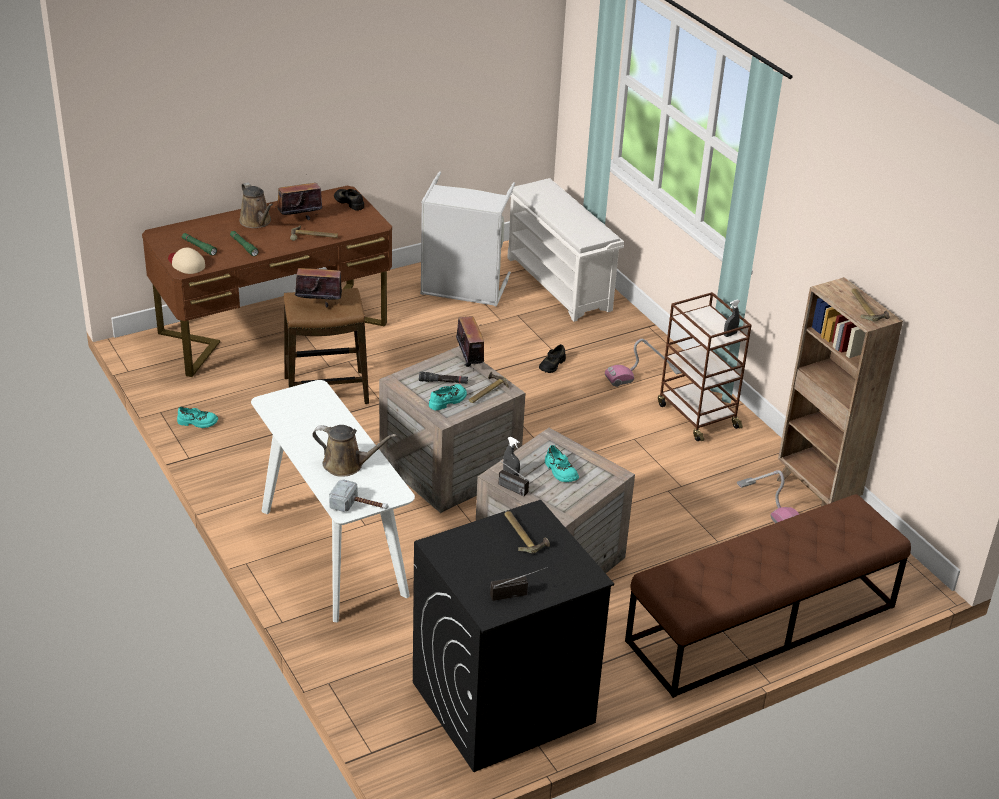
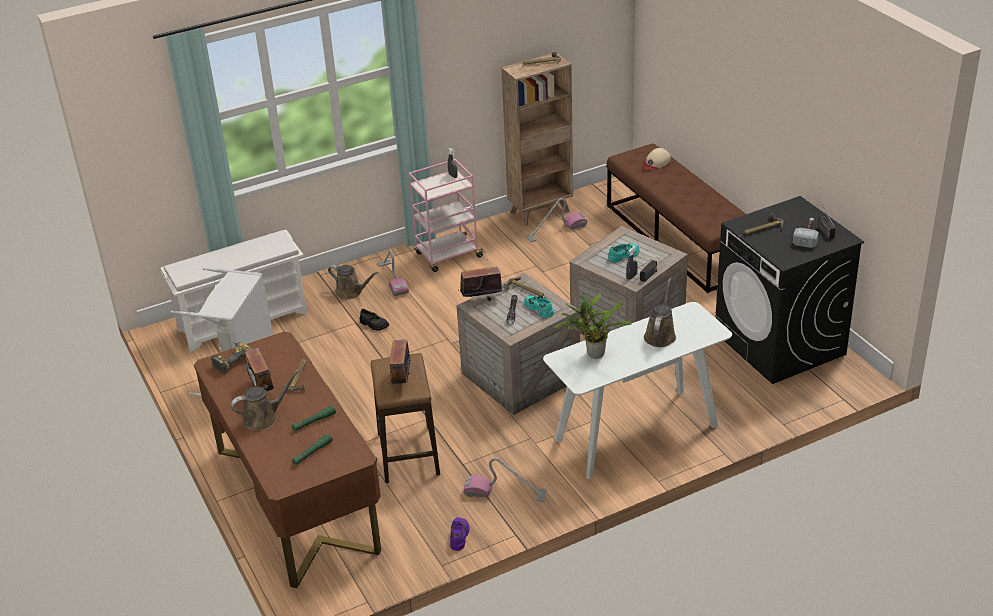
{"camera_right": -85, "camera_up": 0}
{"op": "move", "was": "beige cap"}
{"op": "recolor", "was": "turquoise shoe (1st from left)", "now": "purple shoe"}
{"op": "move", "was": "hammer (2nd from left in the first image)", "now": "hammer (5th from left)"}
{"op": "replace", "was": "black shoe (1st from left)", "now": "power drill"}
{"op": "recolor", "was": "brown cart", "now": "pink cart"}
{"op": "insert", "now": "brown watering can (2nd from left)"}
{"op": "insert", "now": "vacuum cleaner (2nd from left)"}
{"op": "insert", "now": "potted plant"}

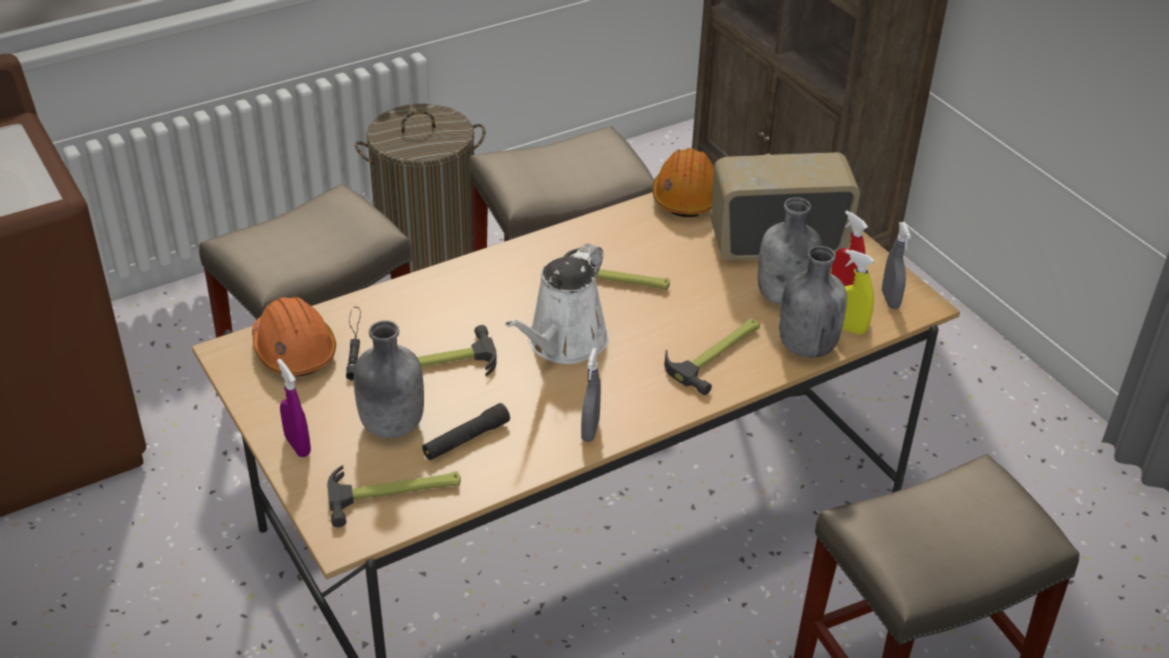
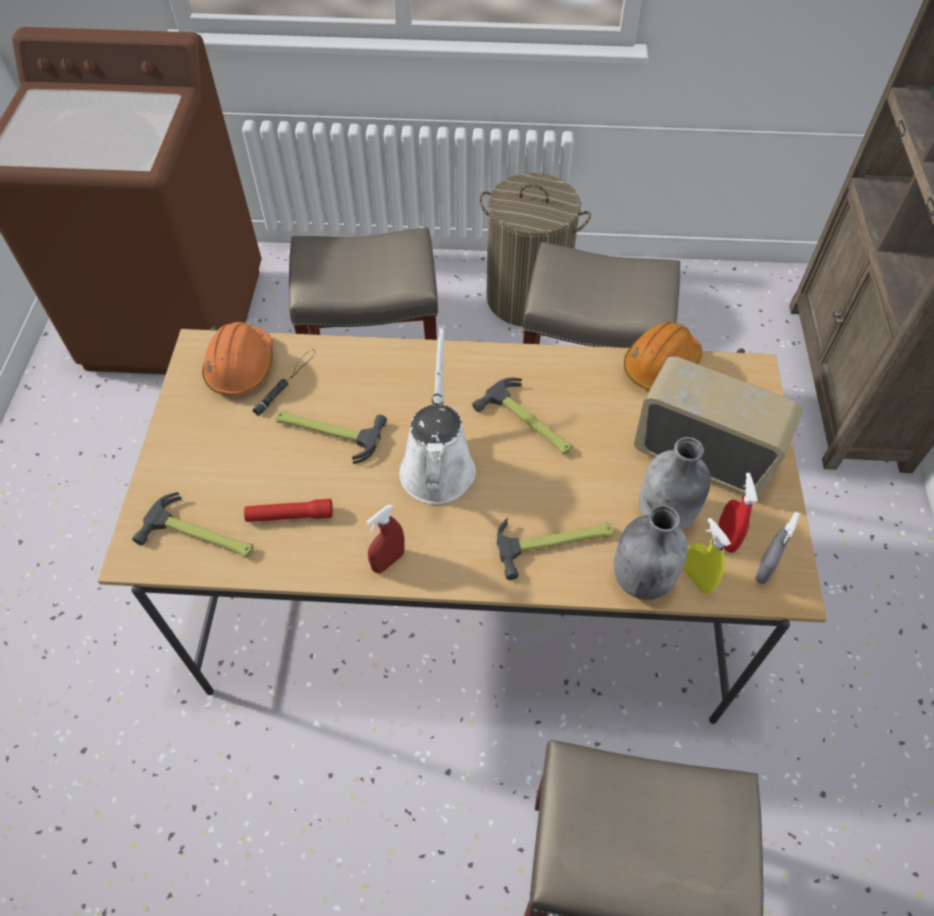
{"camera_right": 35, "camera_up": 15}
{"op": "delete", "was": "purple spray bottle"}
{"op": "delete", "was": "grey bottle (1st from left)"}
{"op": "recolor", "was": "black flashlight (2nd from left)", "now": "red flashlight"}
{"op": "rotate", "was": "white watering can", "clockwise": 120}
{"op": "recolor", "was": "grey spray bottle (1st from left)", "now": "red spray bottle (1st from left)"}

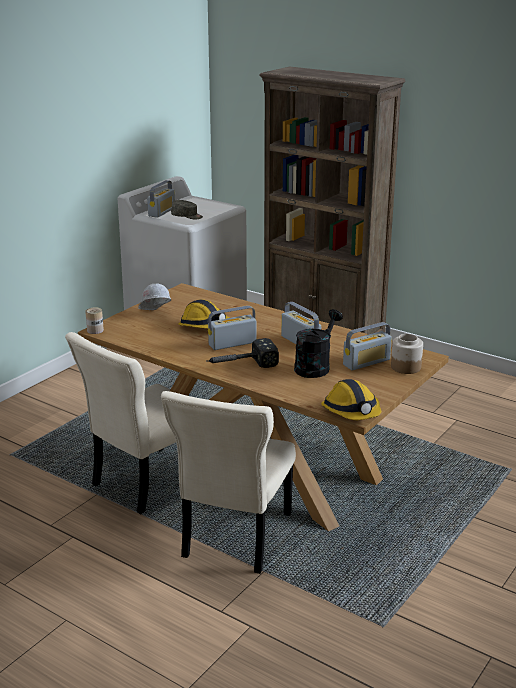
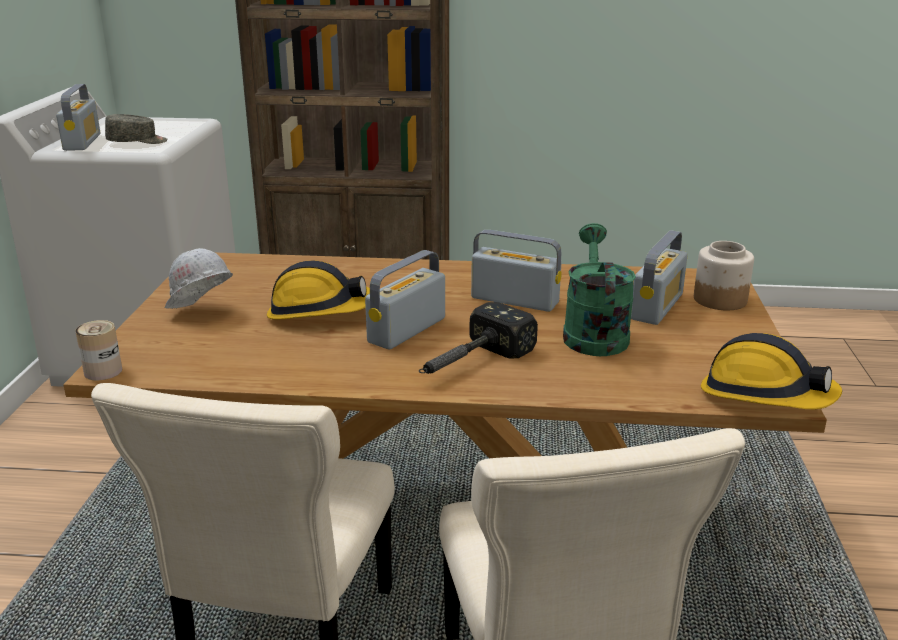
{"camera_right": -30, "camera_up": 0}
{"op": "recolor", "was": "black watering can", "now": "green watering can"}

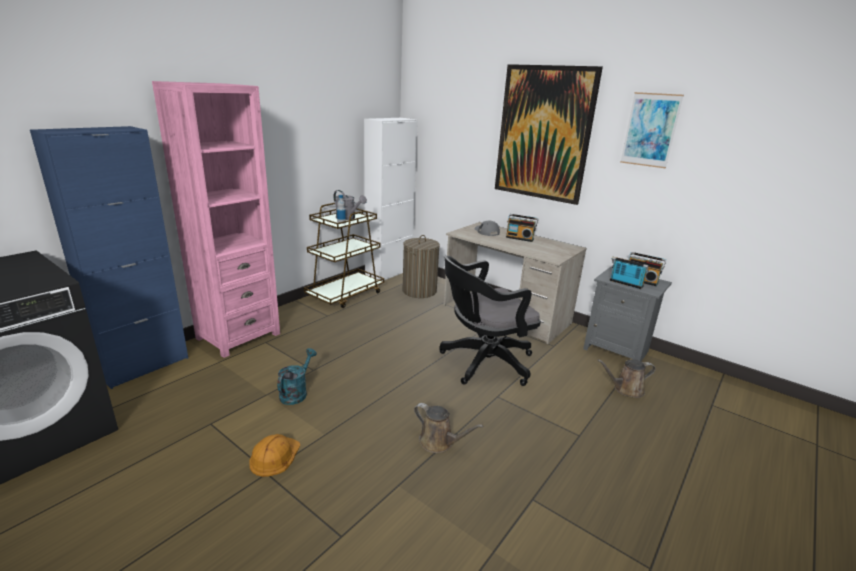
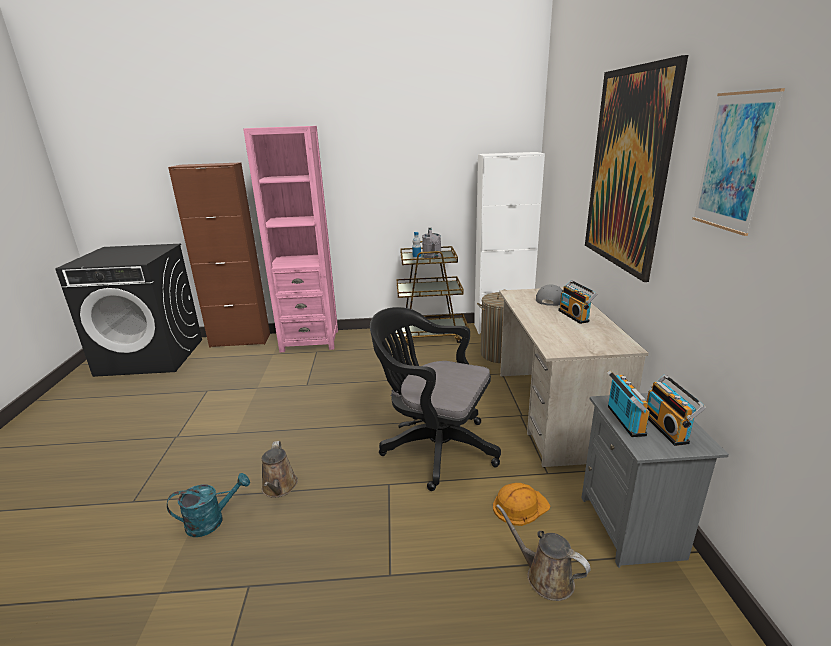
{"camera_right": 50, "camera_up": 0}
{"op": "recolor", "was": "blue cabinet", "now": "brown cabinet"}
{"op": "move", "was": "orange hard hat"}
{"op": "move", "was": "turquoise watering can"}

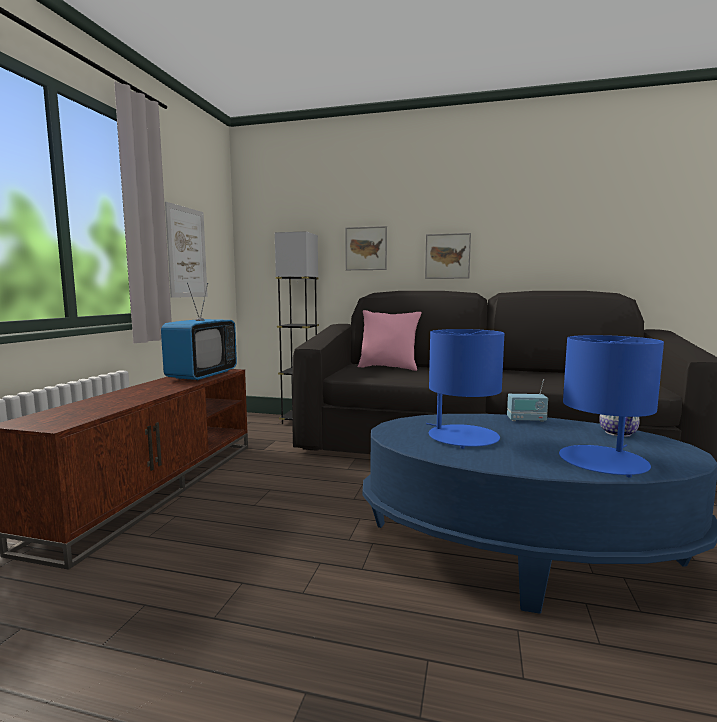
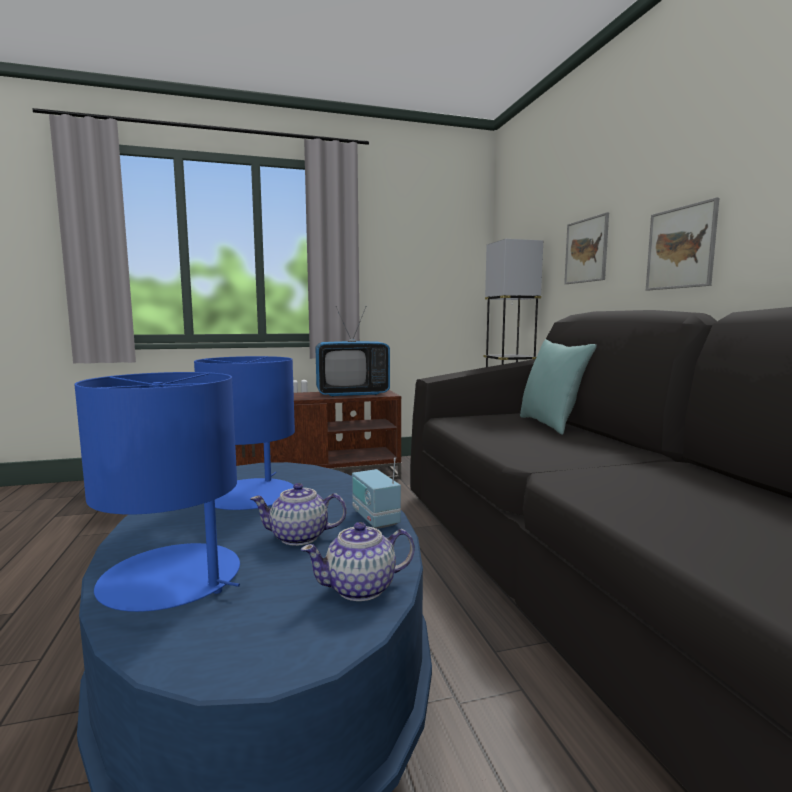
{"camera_right": 60, "camera_up": 0}
{"op": "delete", "was": "picture (1st from left)"}
{"op": "recolor", "was": "pink pillow", "now": "turquoise pillow"}
{"op": "insert", "now": "teapot (1st from left)"}

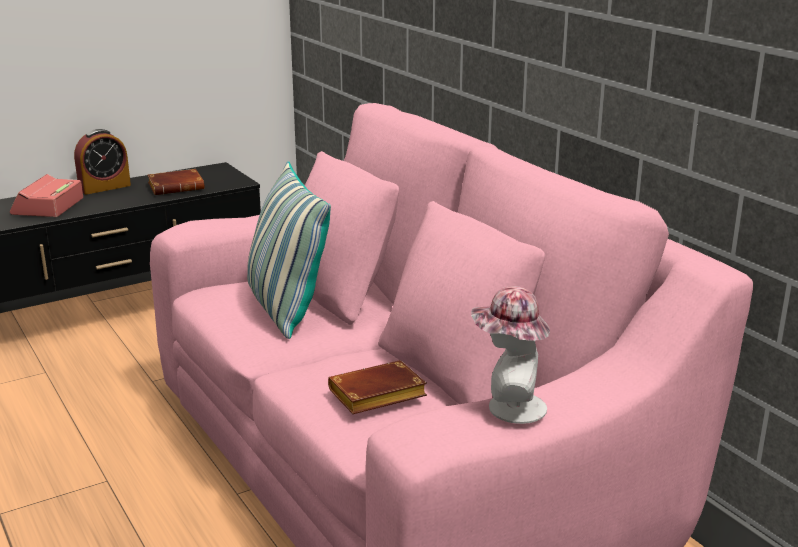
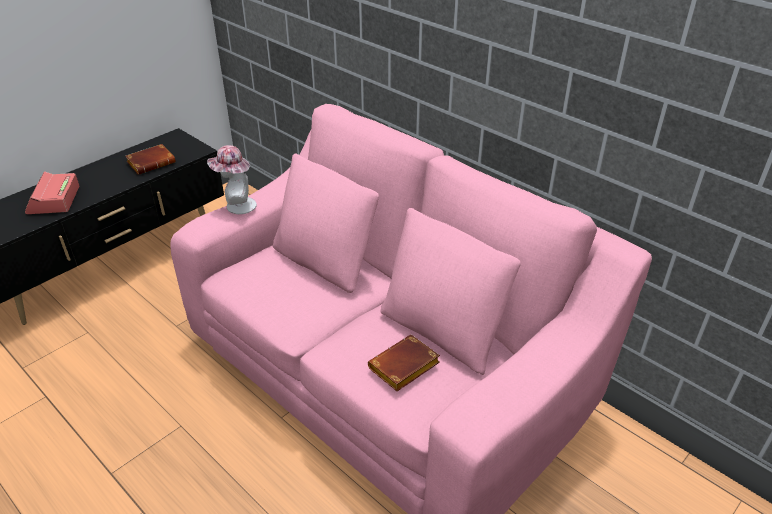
{"camera_right": -15, "camera_up": 15}
{"op": "delete", "was": "alarm clock (2nd from left)"}
{"op": "delete", "was": "pillow"}
{"op": "move", "was": "hat"}

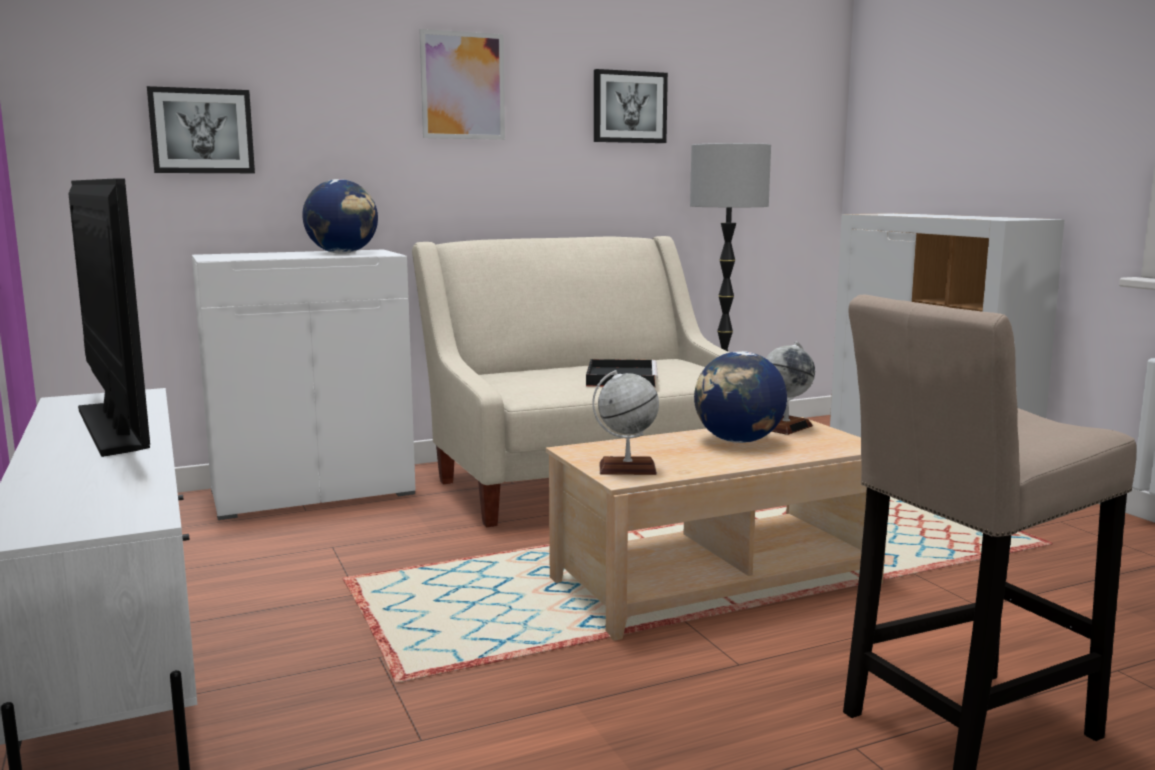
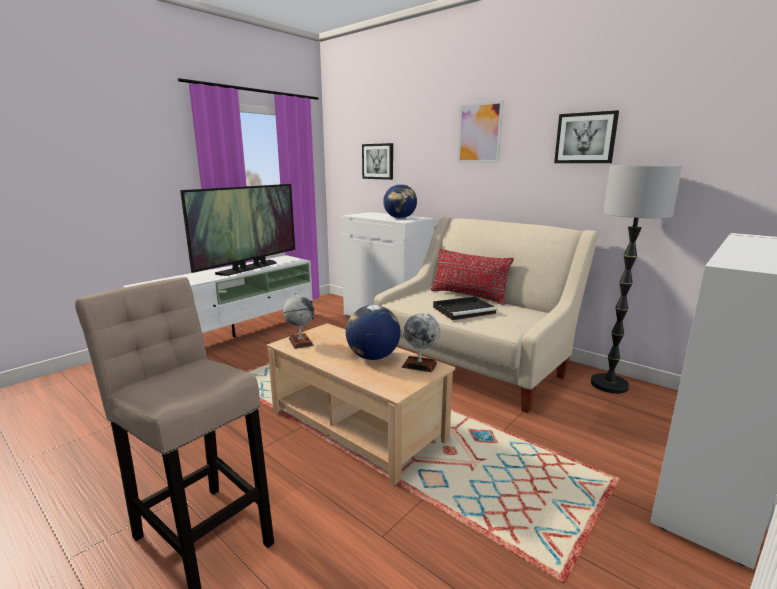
{"camera_right": 65, "camera_up": 5}
{"op": "insert", "now": "red pillow"}

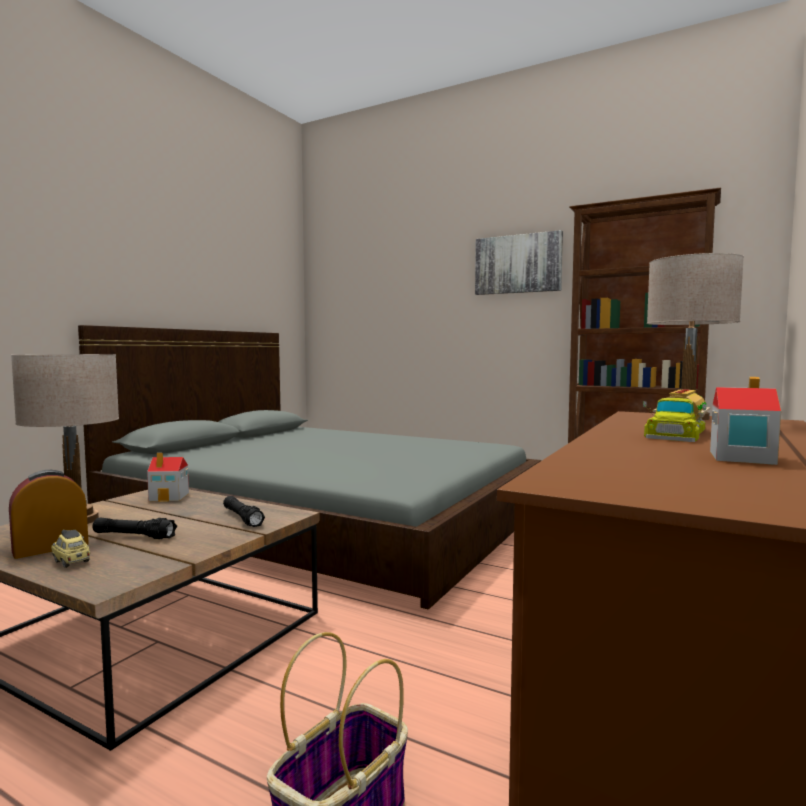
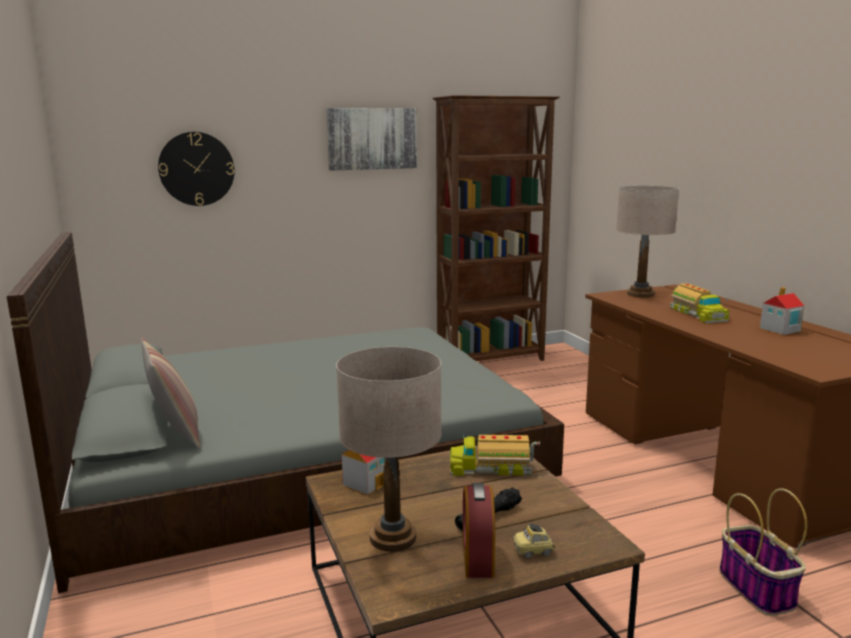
{"camera_right": -50, "camera_up": 10}
{"op": "replace", "was": "black flashlight (2nd from left)", "now": "toy truck (1st from left)"}
{"op": "insert", "now": "pillow"}
{"op": "insert", "now": "wall clock"}

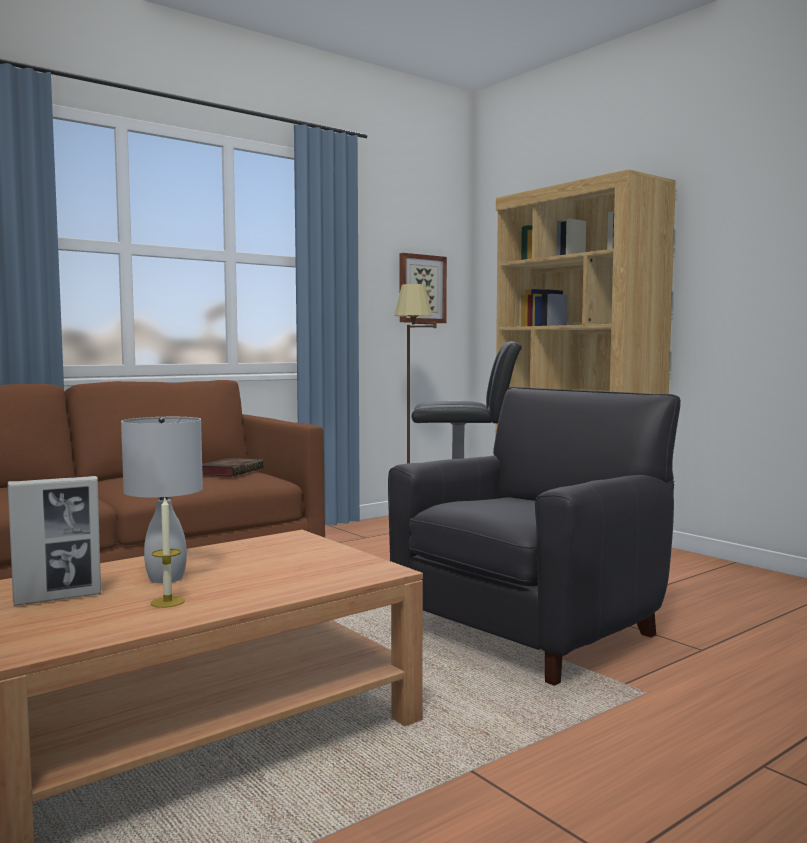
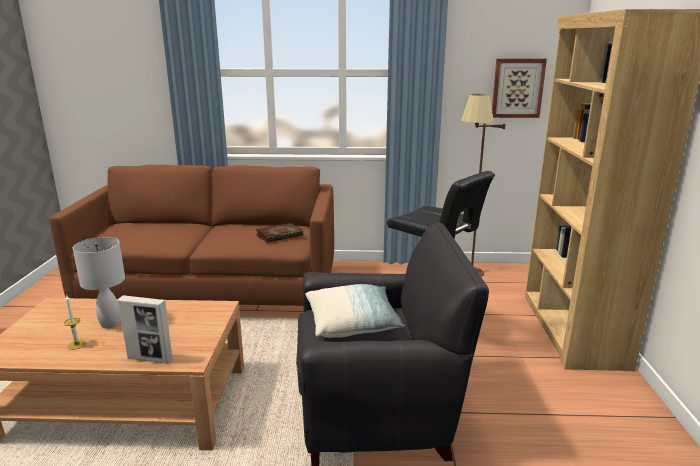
{"camera_right": 40, "camera_up": 15}
{"op": "move", "was": "picture frame"}
{"op": "insert", "now": "pillow"}

